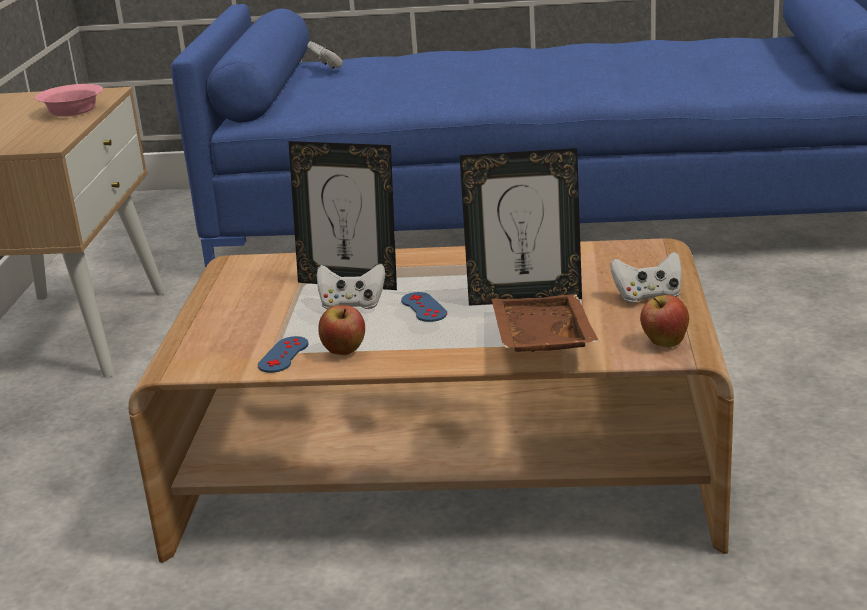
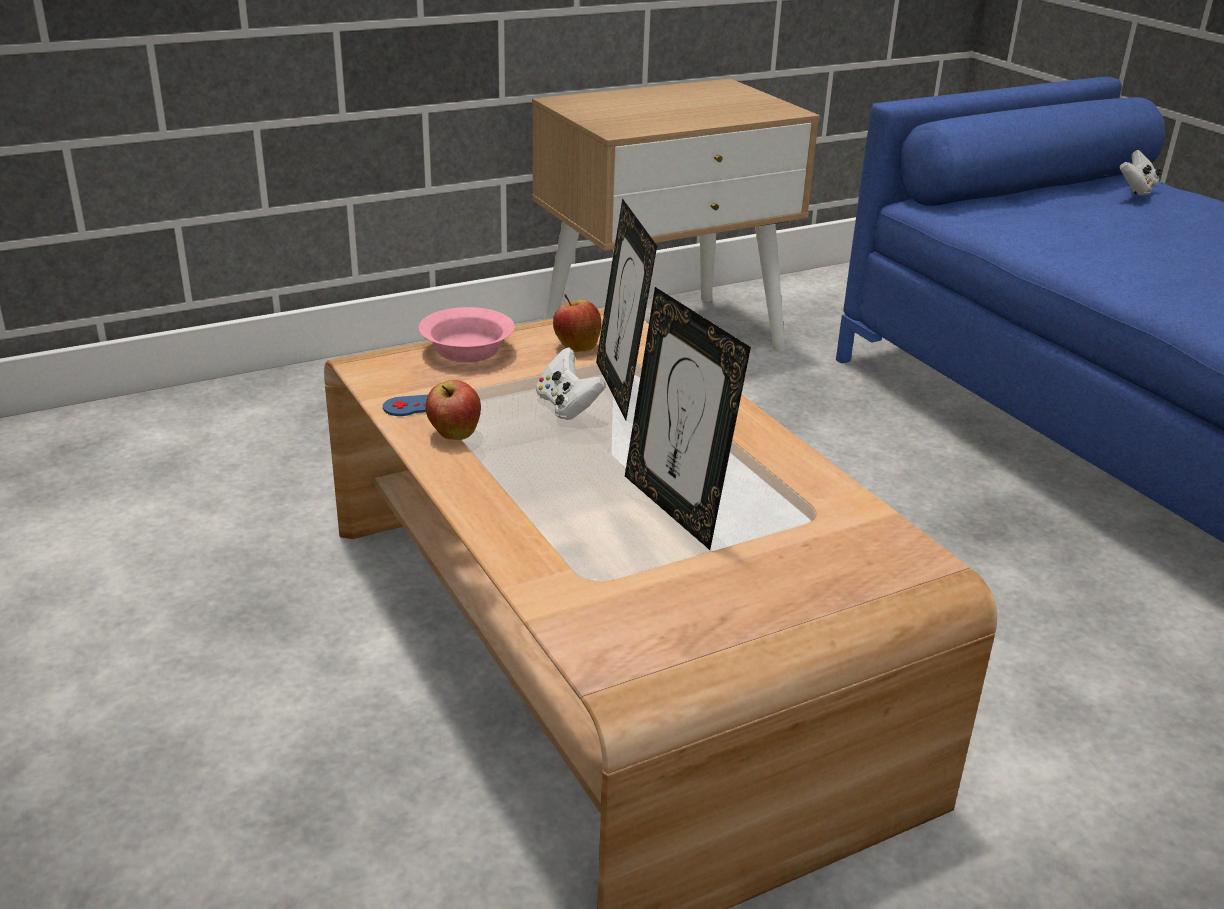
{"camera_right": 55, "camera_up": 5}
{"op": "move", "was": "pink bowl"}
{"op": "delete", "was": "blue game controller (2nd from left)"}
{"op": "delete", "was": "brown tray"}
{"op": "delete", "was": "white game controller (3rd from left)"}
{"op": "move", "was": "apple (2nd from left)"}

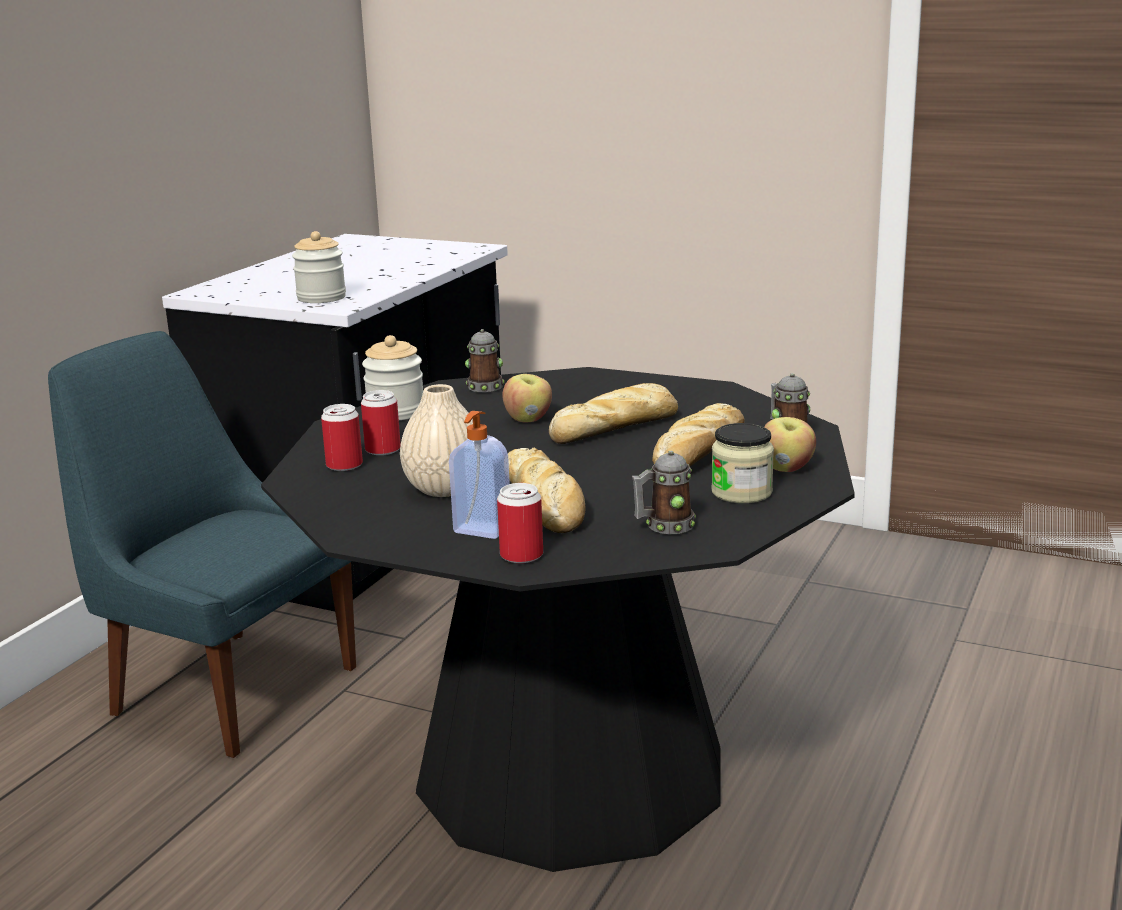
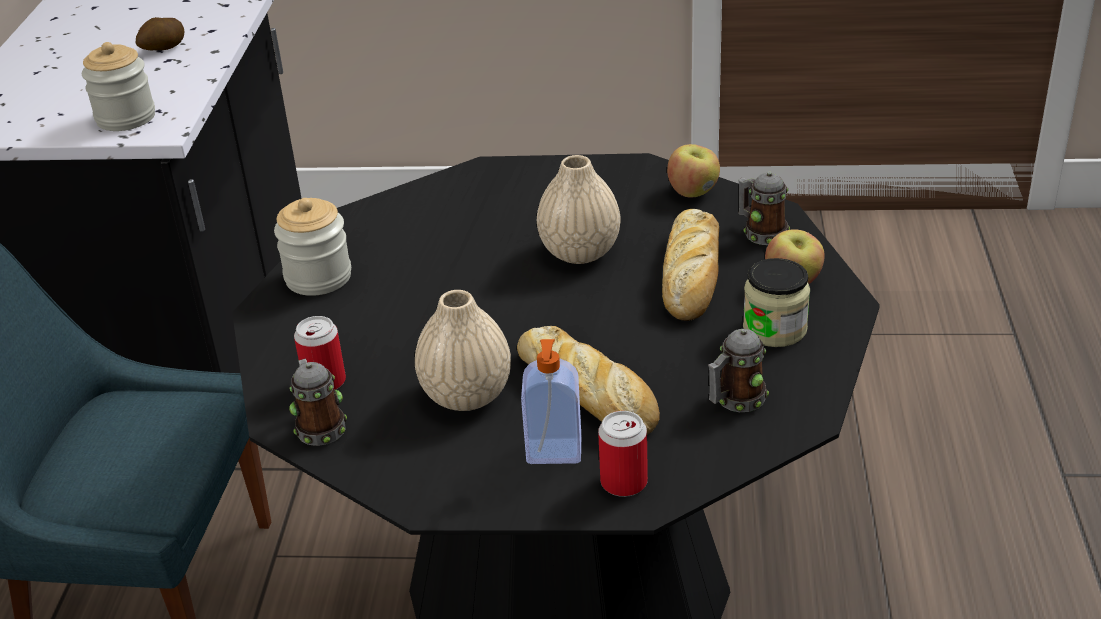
{"camera_right": -20, "camera_up": 15}
{"op": "delete", "was": "can (2nd from left)"}
{"op": "move", "was": "mug (1st from left)"}
{"op": "move", "was": "apple (1st from left)"}
{"op": "replace", "was": "bread (2nd from left)", "now": "beige vase (2nd from left)"}
{"op": "insert", "now": "potato"}

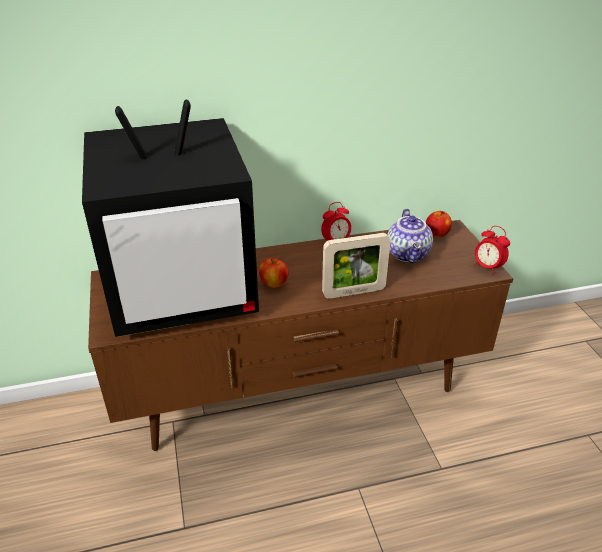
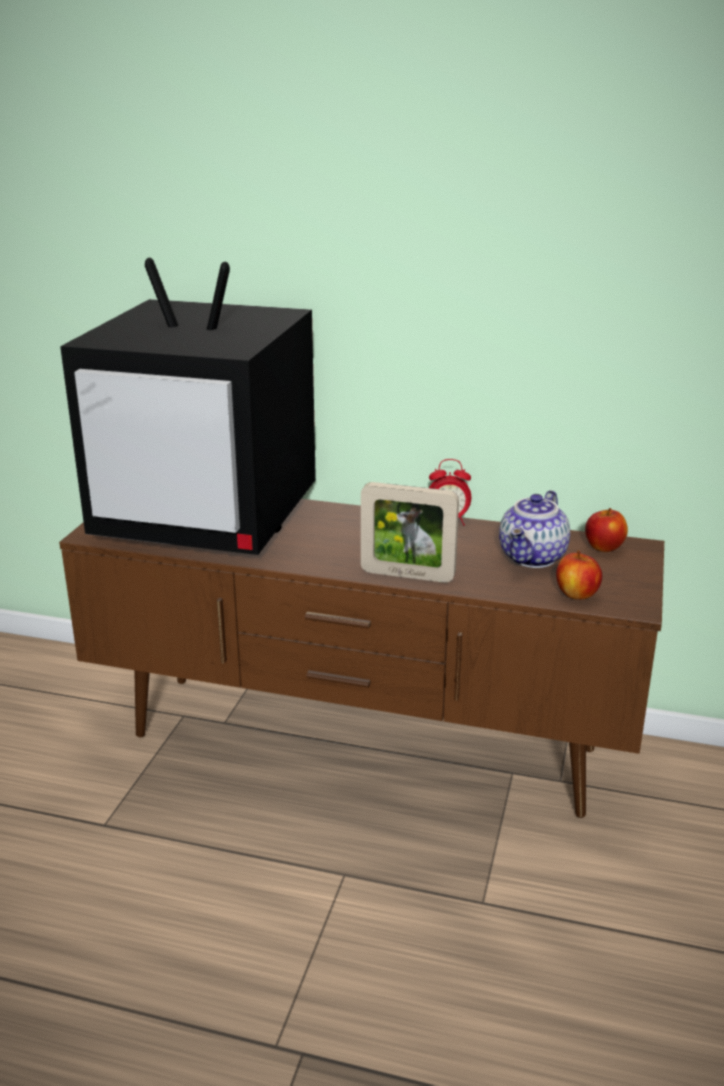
{"camera_right": 30, "camera_up": -10}
{"op": "move", "was": "apple (1st from left)"}
{"op": "delete", "was": "alarm clock (2nd from left)"}

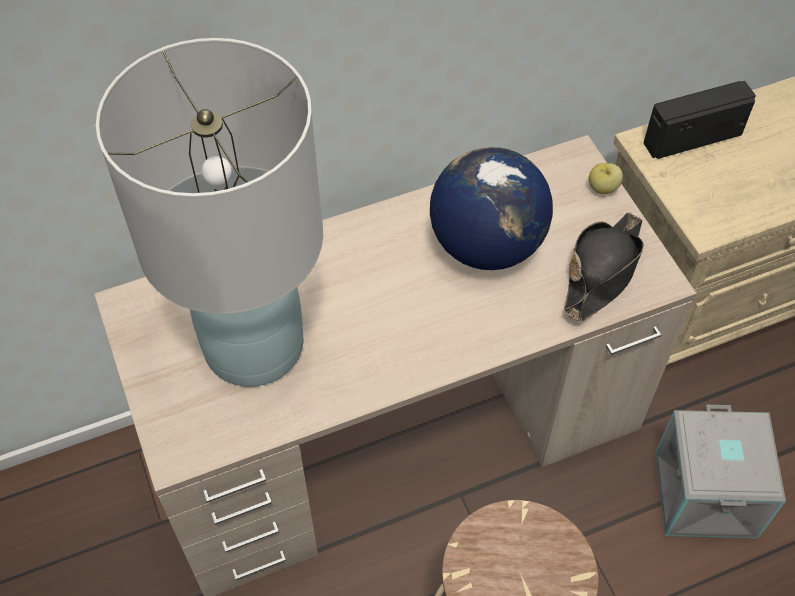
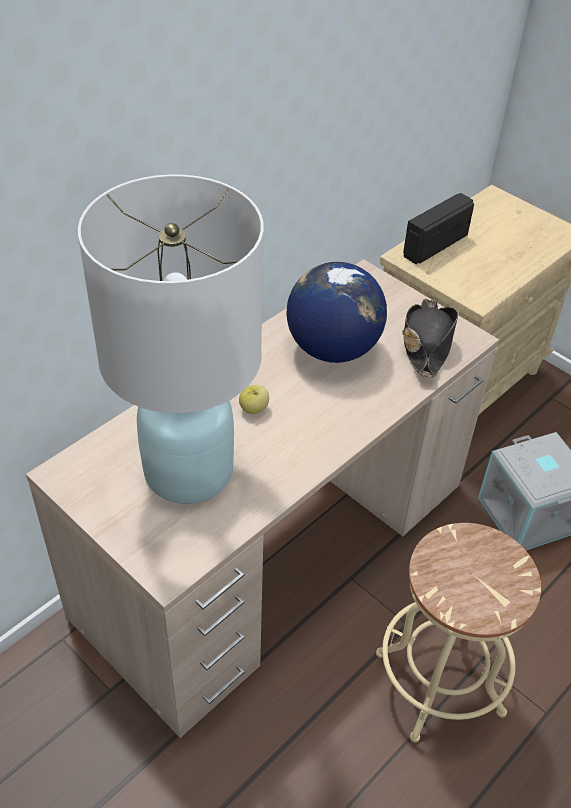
{"camera_right": -25, "camera_up": -10}
{"op": "move", "was": "apple"}

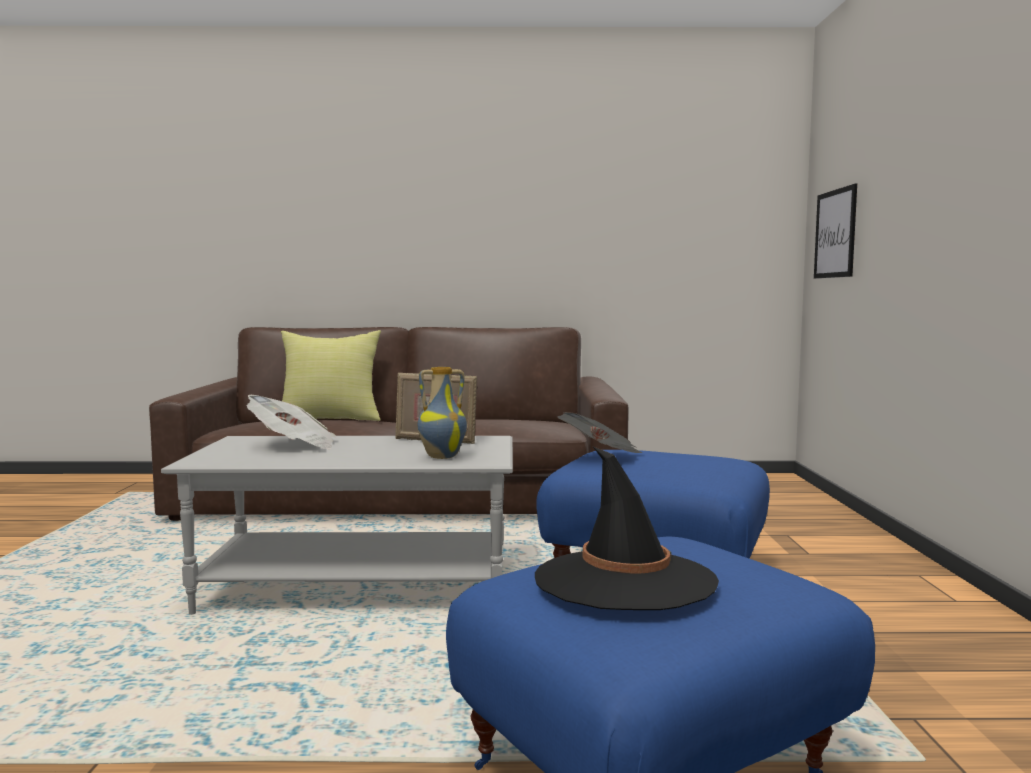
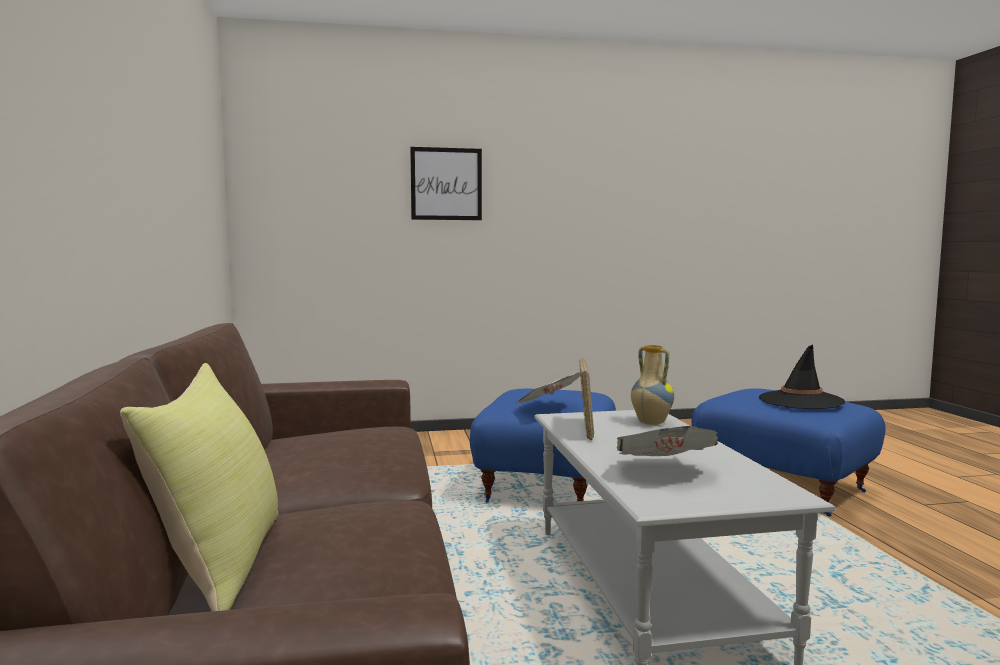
{"camera_right": -100, "camera_up": 0}
{"op": "move", "was": "picture"}

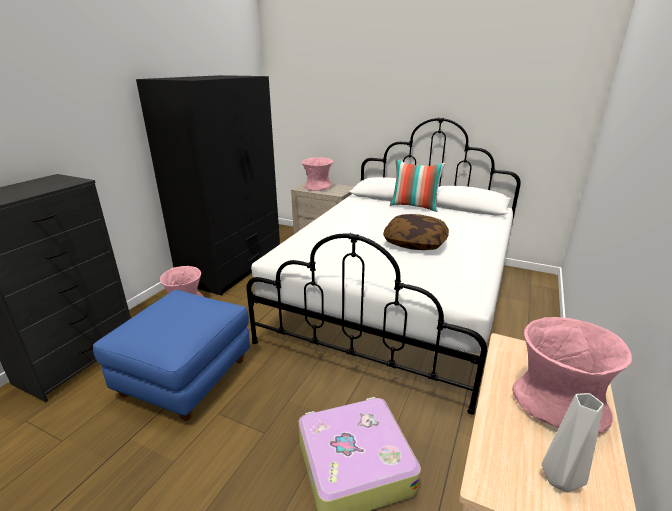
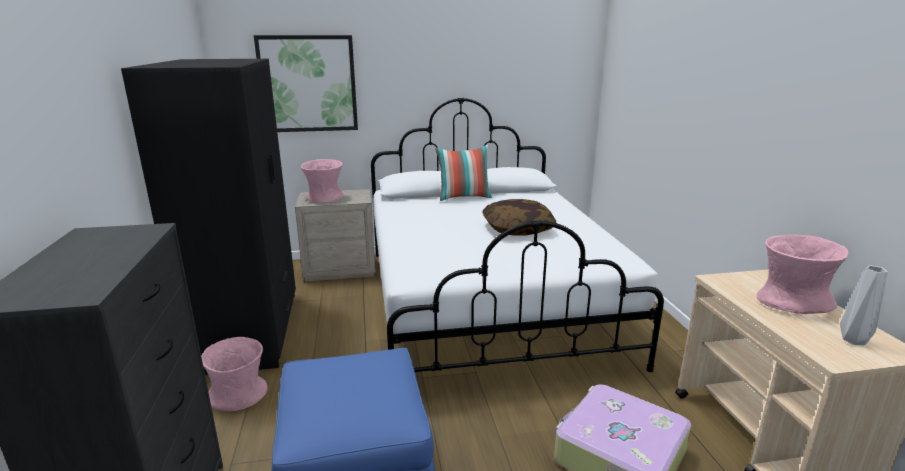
{"camera_right": -35, "camera_up": -5}
{"op": "insert", "now": "picture"}

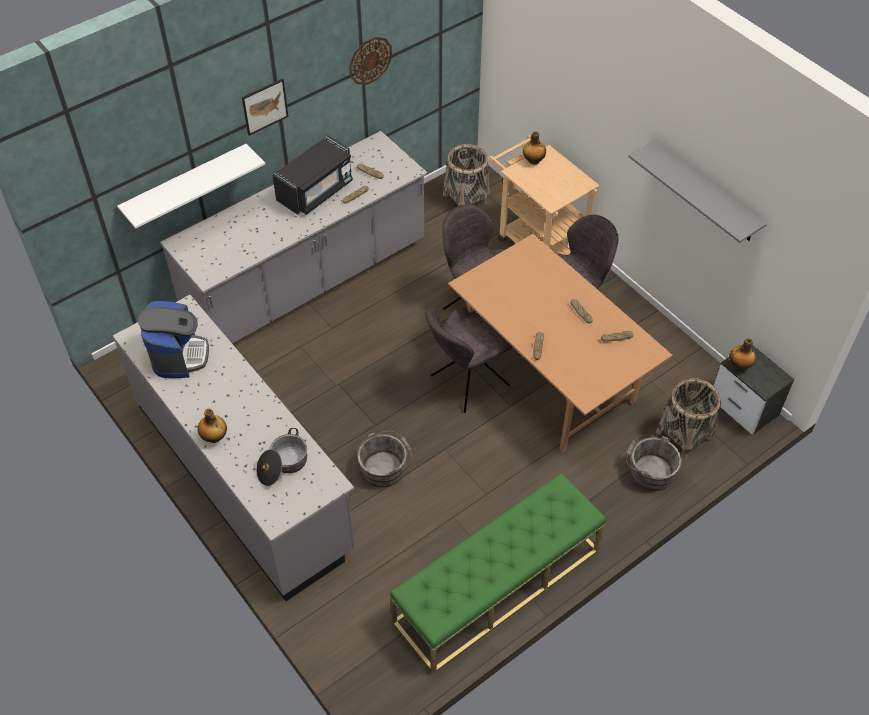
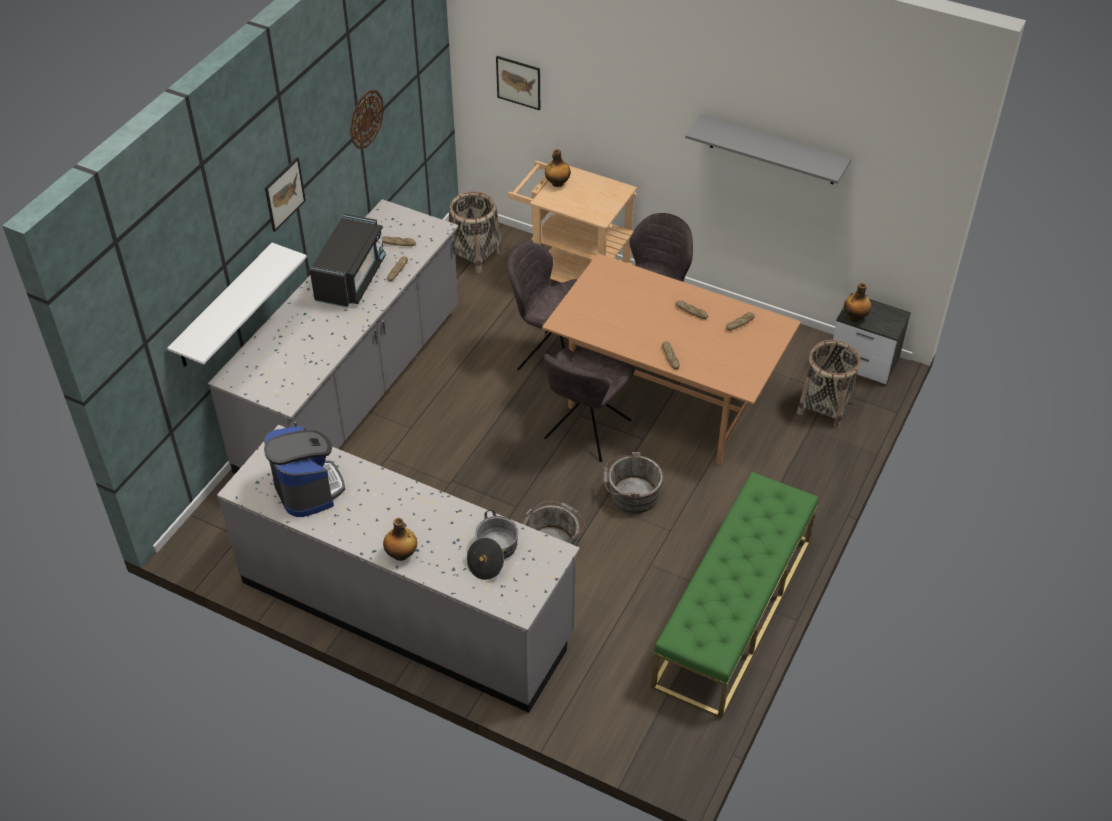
{"camera_right": -25, "camera_up": -5}
{"op": "move", "was": "grey bucket (2nd from left)"}
{"op": "insert", "now": "picture (2nd from left)"}

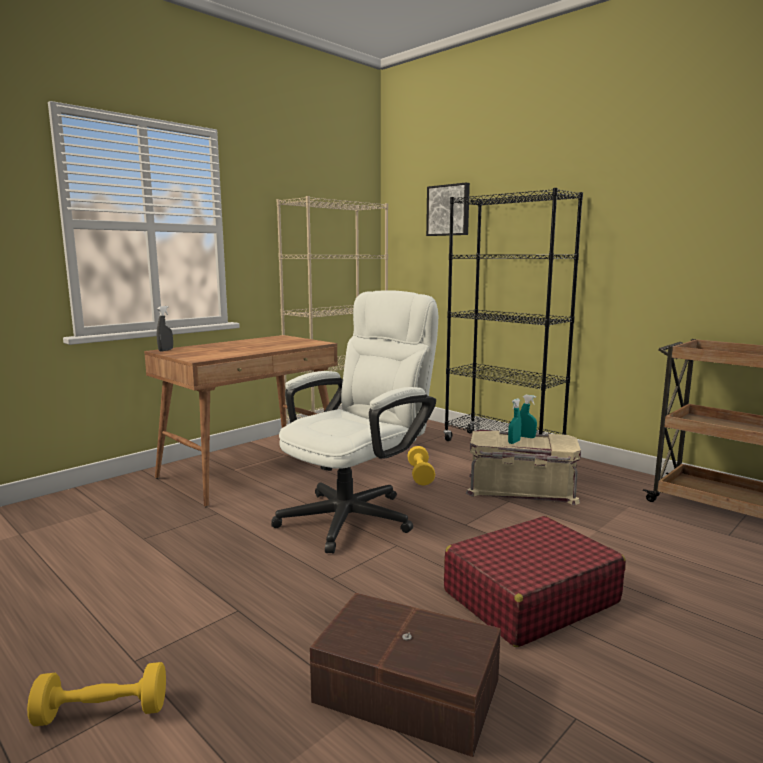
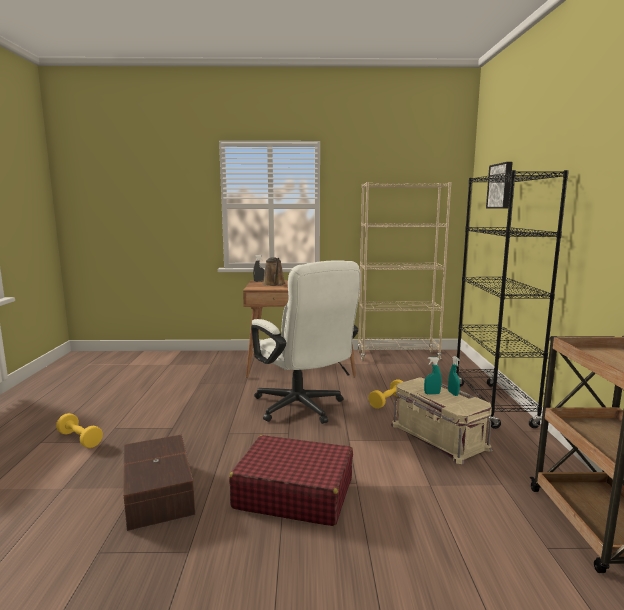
{"camera_right": 45, "camera_up": 0}
{"op": "rotate", "was": "white office chair", "clockwise": 60}
{"op": "insert", "now": "brown watering can"}

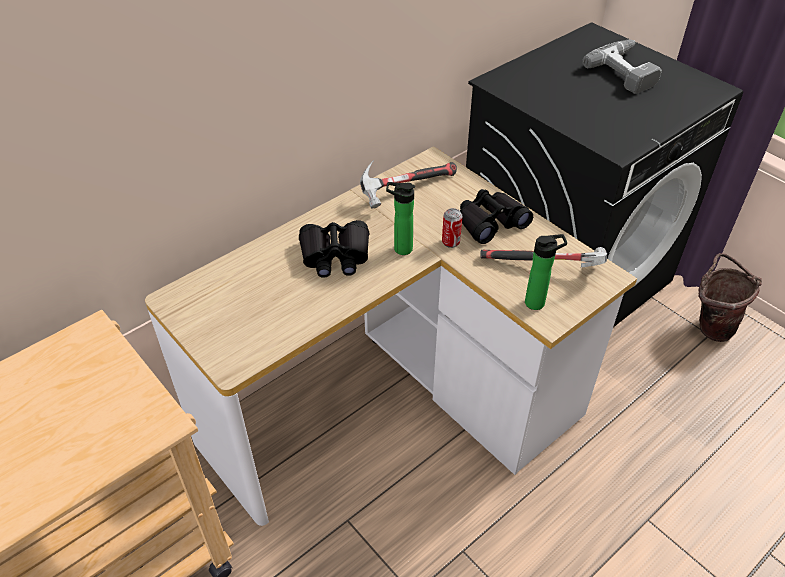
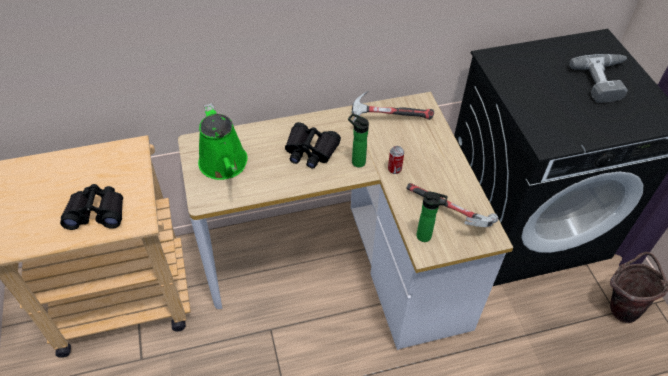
{"camera_right": 25, "camera_up": 5}
{"op": "move", "was": "black binoculars (2nd from left in the first image)", "now": "black binoculars (1st from left)"}
{"op": "insert", "now": "green watering can"}

